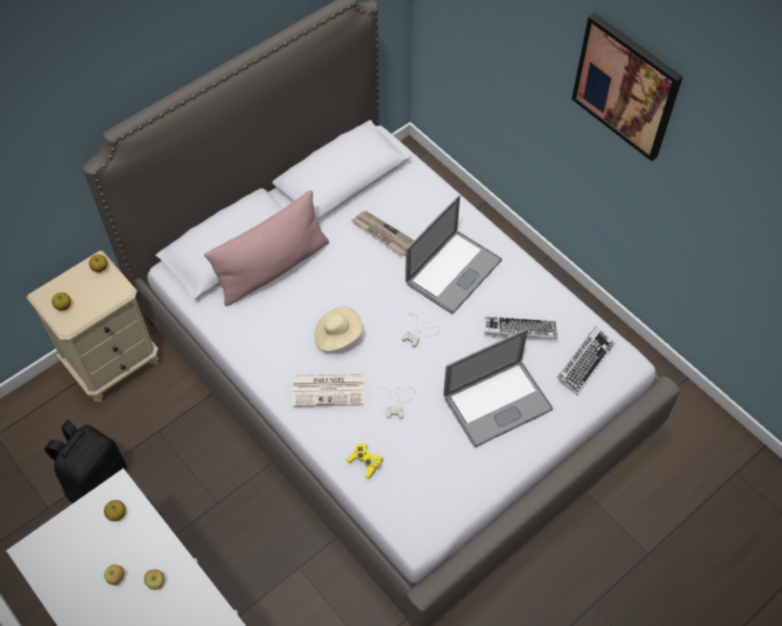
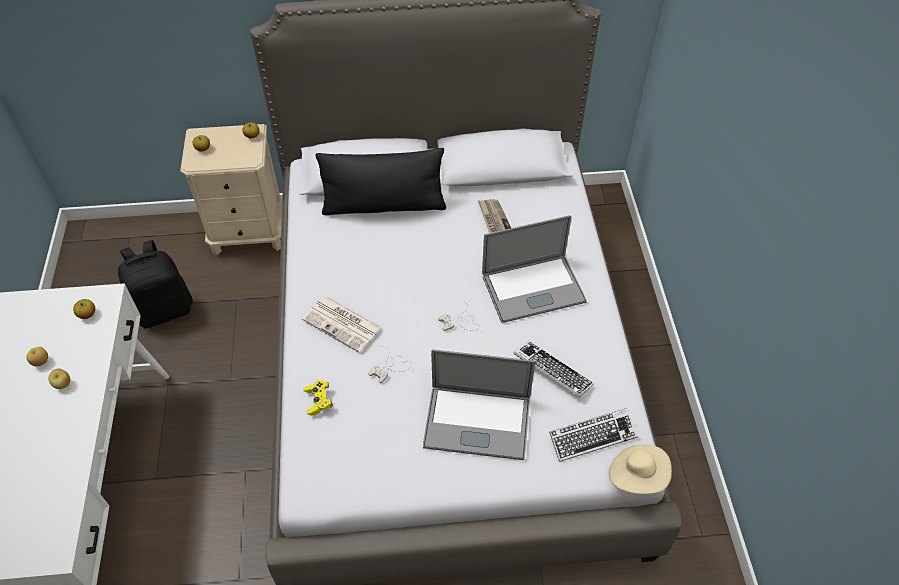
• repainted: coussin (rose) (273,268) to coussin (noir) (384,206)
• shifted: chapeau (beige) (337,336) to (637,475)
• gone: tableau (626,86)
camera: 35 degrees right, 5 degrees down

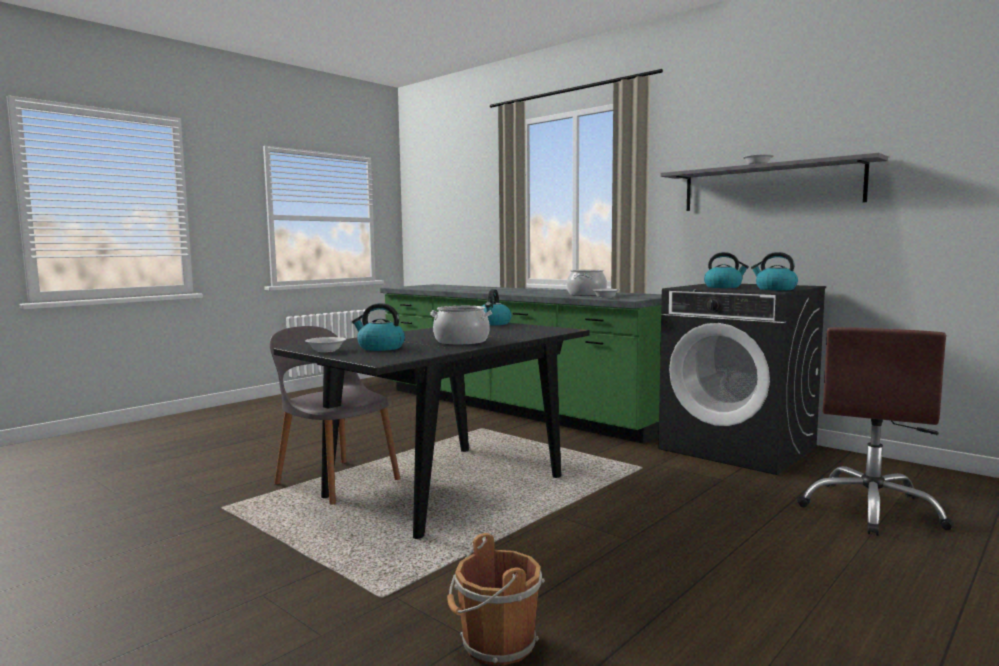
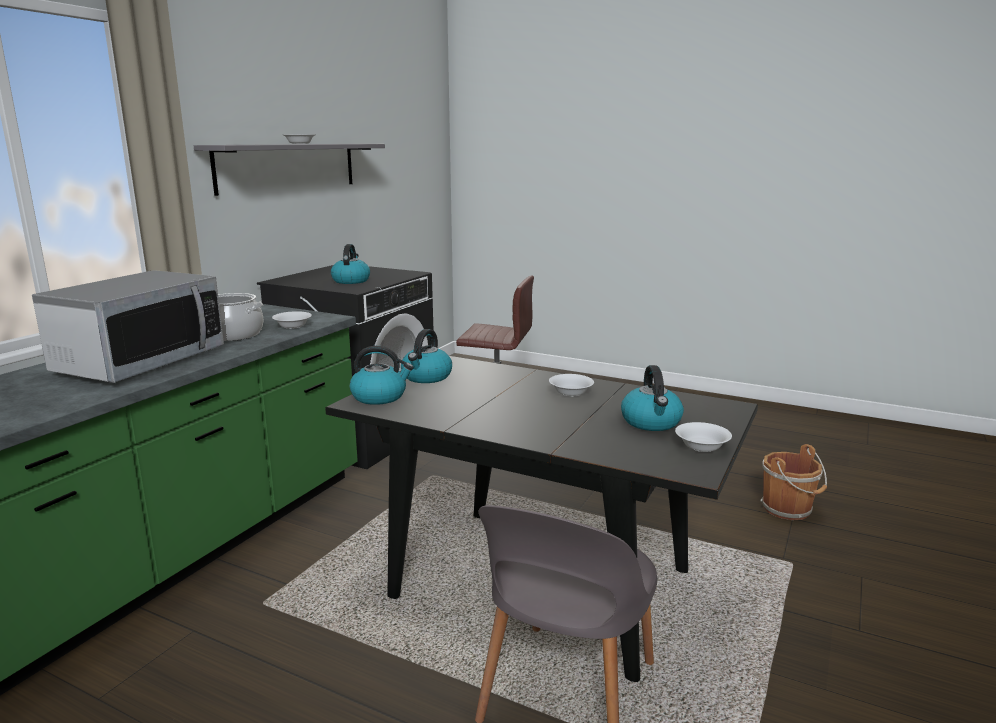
• swapped: marmite (461,341) to bol (blanc) (570,392)
• shifted: bouilloire (775,289) to (426,377)
• new: micro-ondes (141,362)
camera: 105 degrees left, 10 degrees up

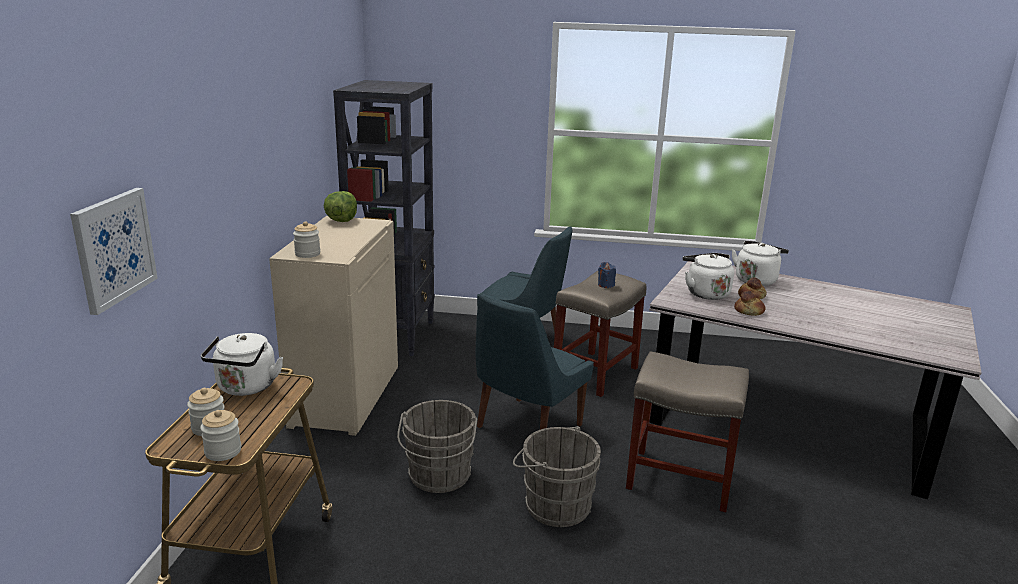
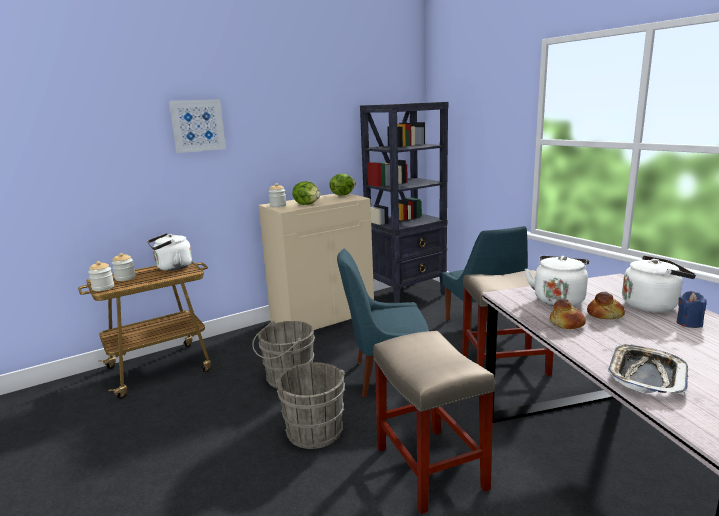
• shifted: tableau (114,248) to (197,125)
• shifted: bougie (bleu) (606,285) to (689,323)
• new: laitue (307,204)
• new: plateau (645,375)
camera: 50 degrees right, 5 degrees down

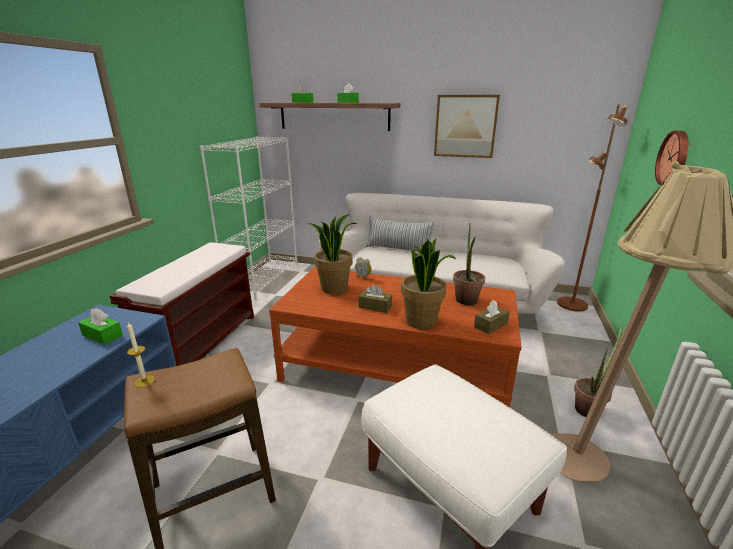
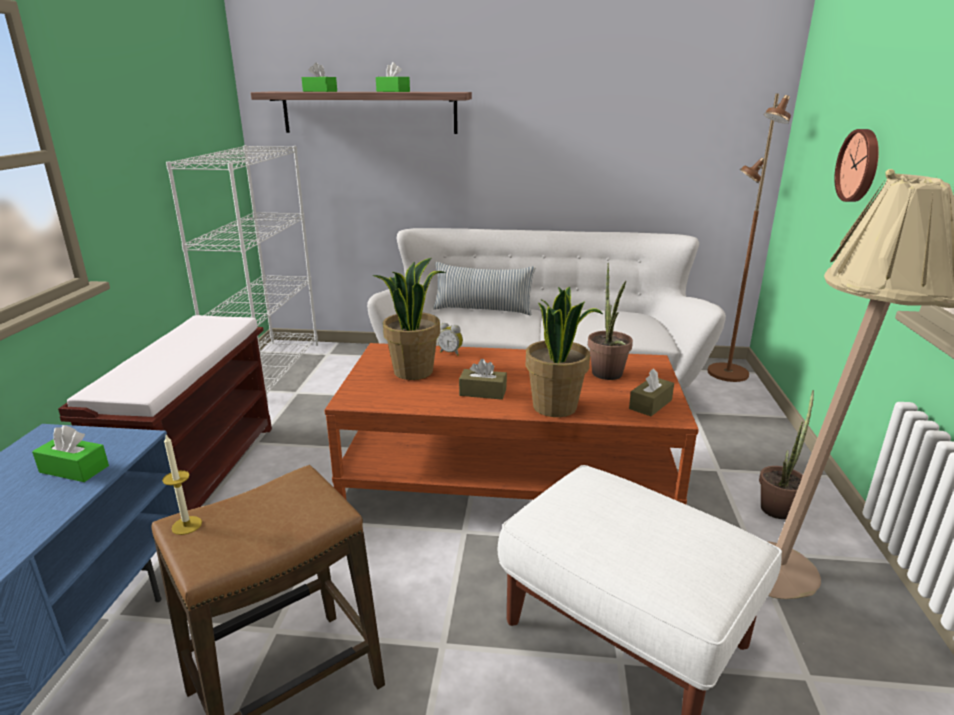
• gone: tableau (465,126)
camera: 10 degrees left, 0 degrees up

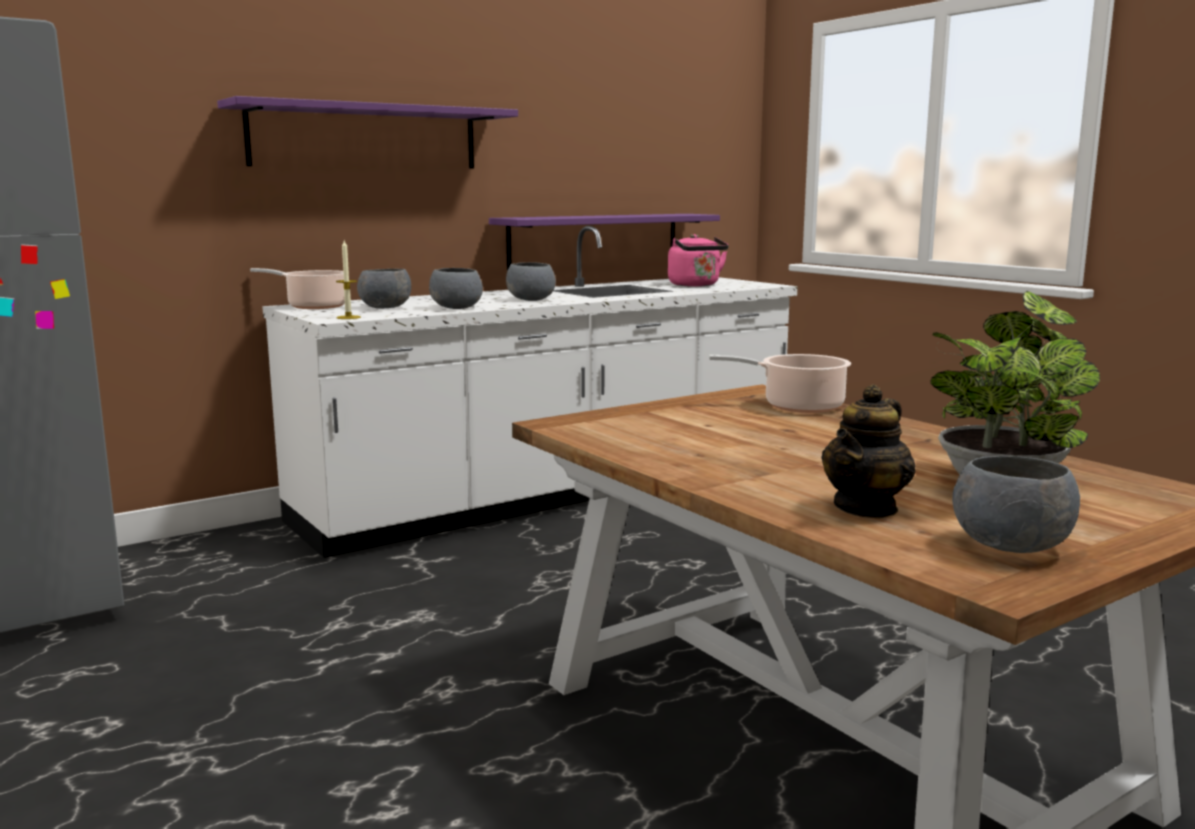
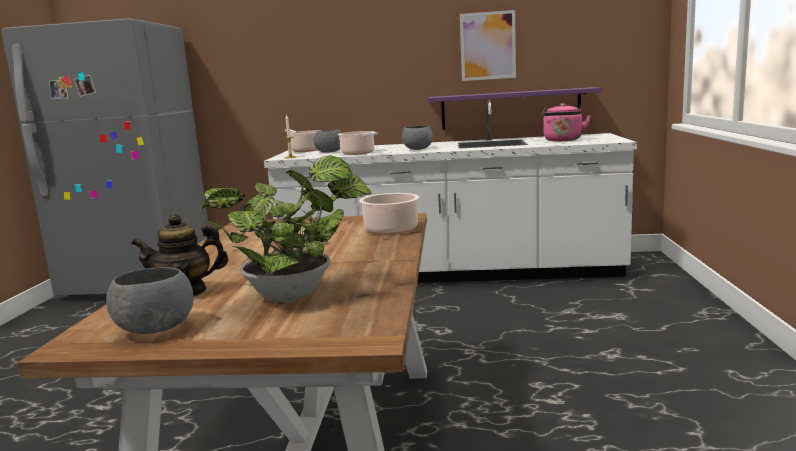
• gone: étagère (violet) (365,137)
• swapped: bol (gris) (456,308) to marmite (359,153)
• new: tableau (488,46)
camera: 40 degrees right, 0 degrees up

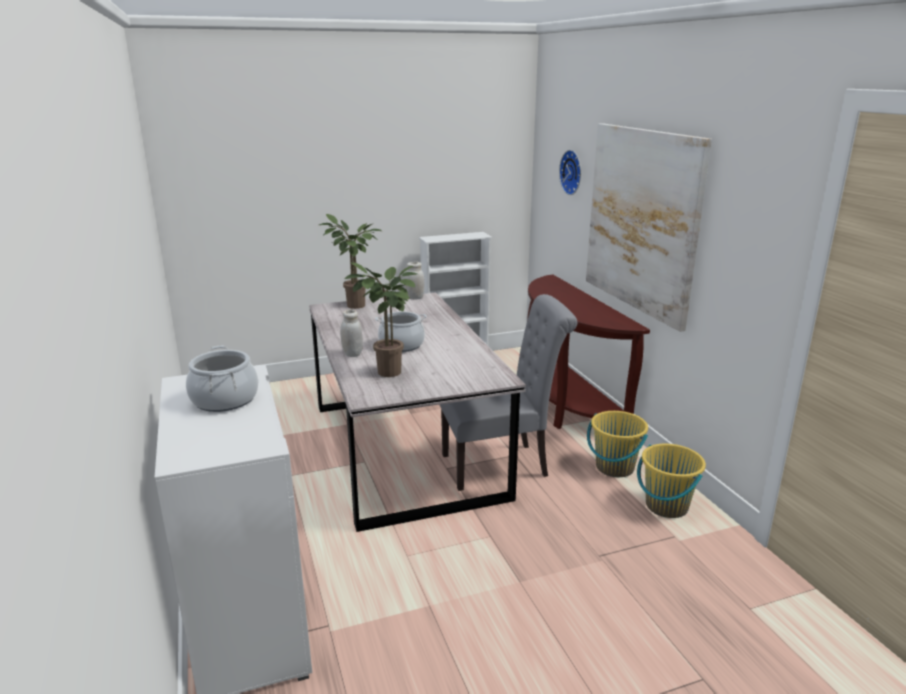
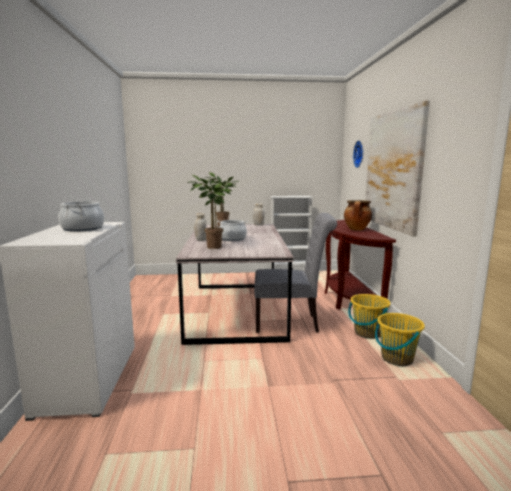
• new: marmite (357,229)
camera: 15 degrees right, 10 degrees down

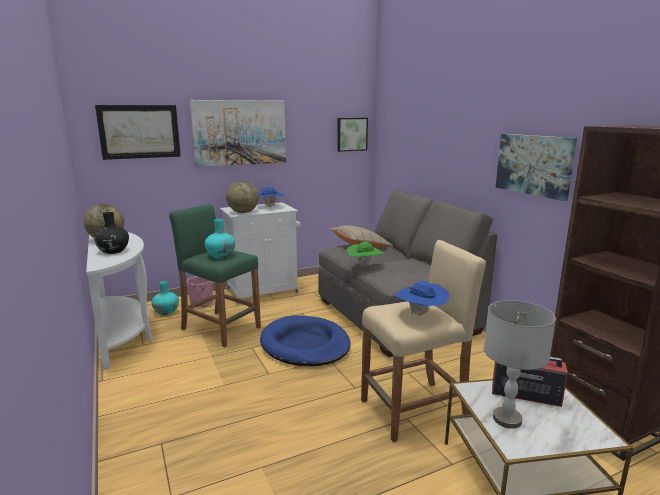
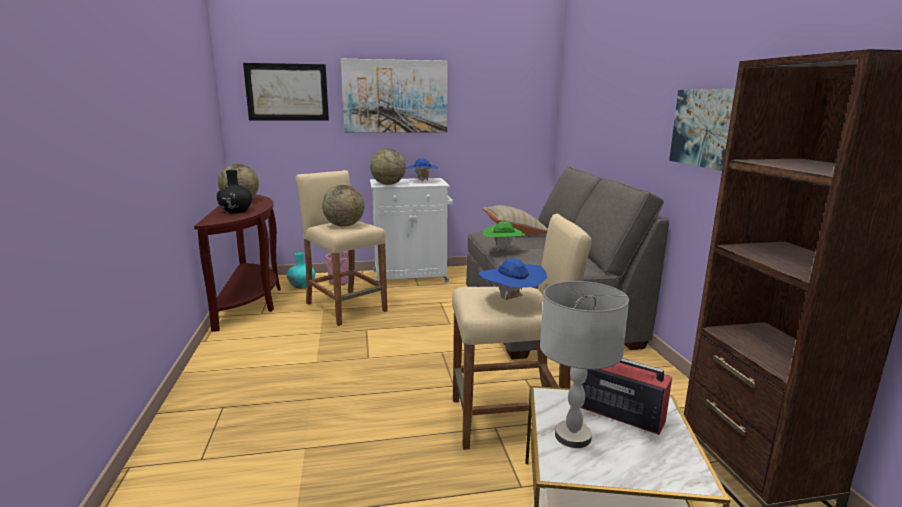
• repainted: table console (blanc) (124,333) to table console (marron) (250,301)
• repainted: tabouret (vert) (221,328) to tabouret (beige) (346,307)
• swapped: vase (turquoise) (221,255) to globe (344,225)
• gone: panier pour chien (bleu) (305,345)
• gone: tableau (351,134)
camera: 15 degrees right, 0 degrees up

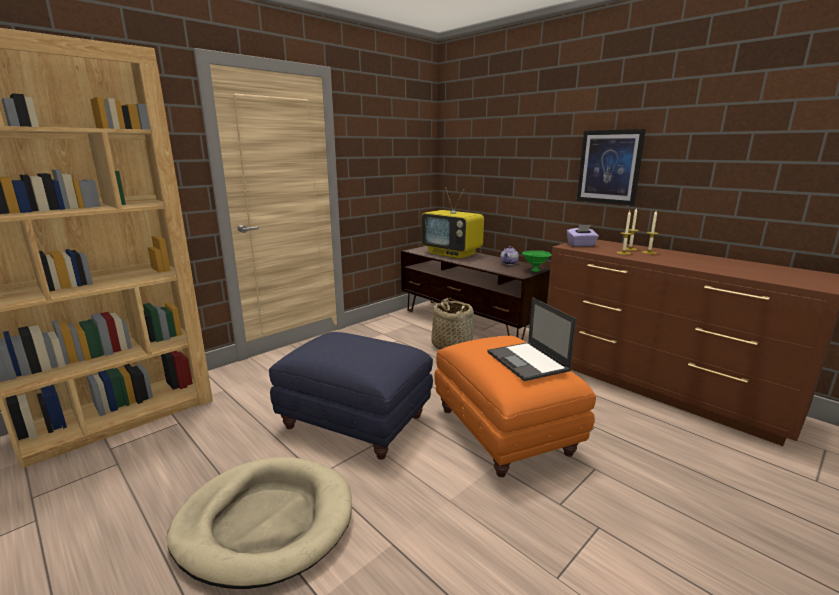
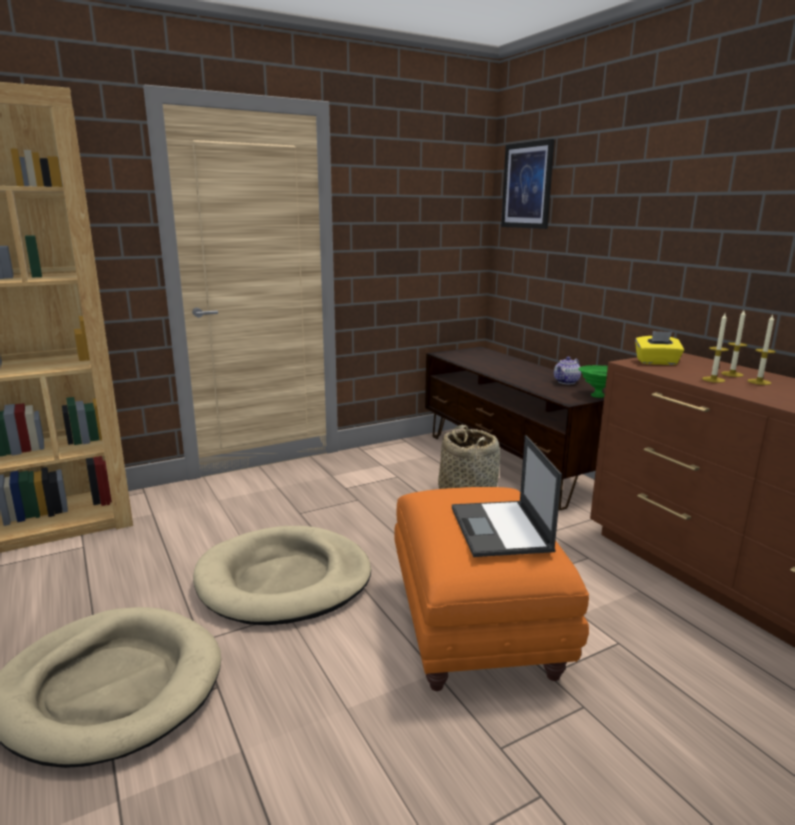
• swapped: pouf (bleu) (356,423) to panier pour chien (beige) (284,580)
• gone: téléviseur (452,253)
• repainted: boîte à mouchoirs (violet) (581,245) to boîte à mouchoirs (jaune) (656,362)
• shifted: tableau (609,167) to (527,185)
camera: 15 degrees right, 0 degrees up

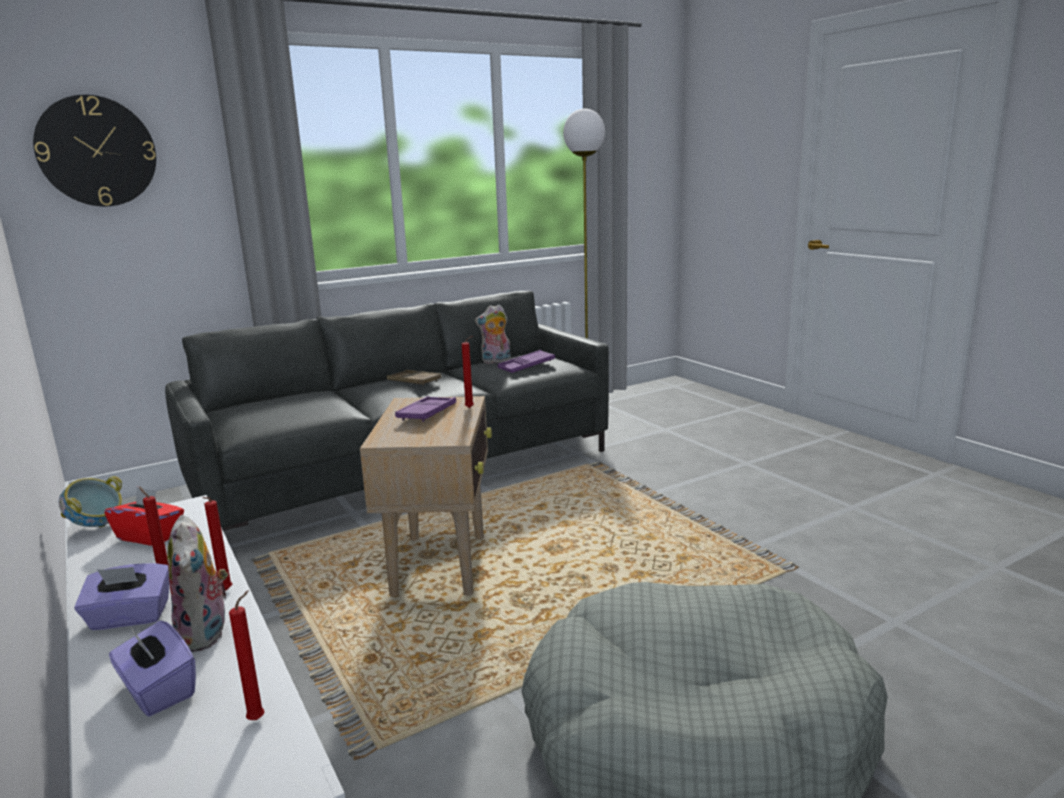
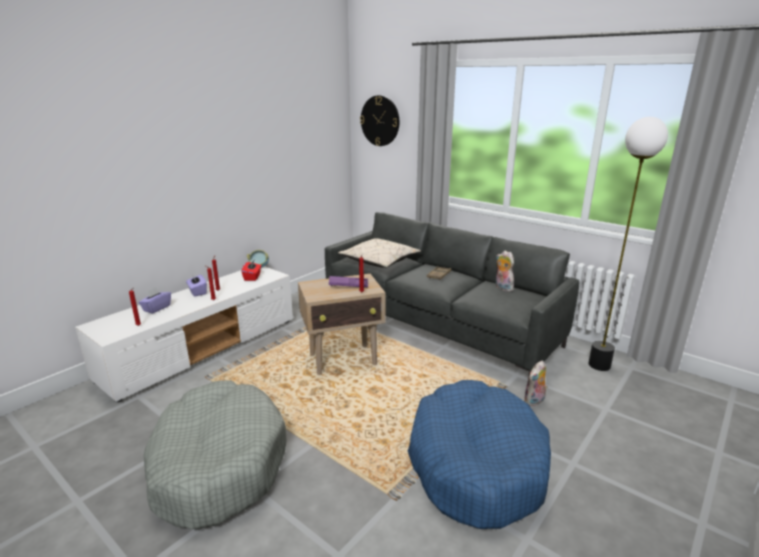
• shifted: peluche (206,634) to (534,401)
• gone: plateau (violet) (526,366)
• new: coussin (beige) (379,262)
• new: panier pour chien (bleu) (475,464)
camera: 70 degrees right, 5 degrees up

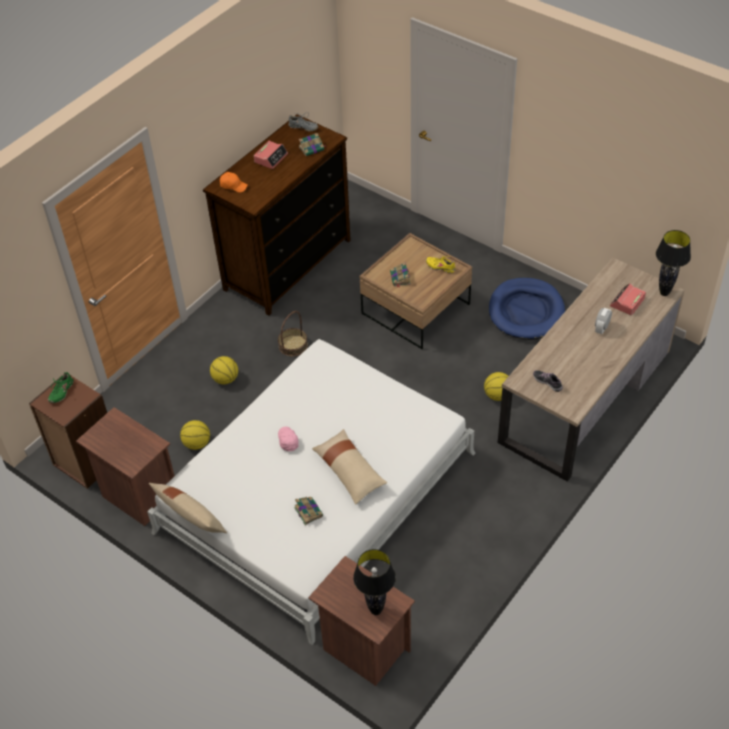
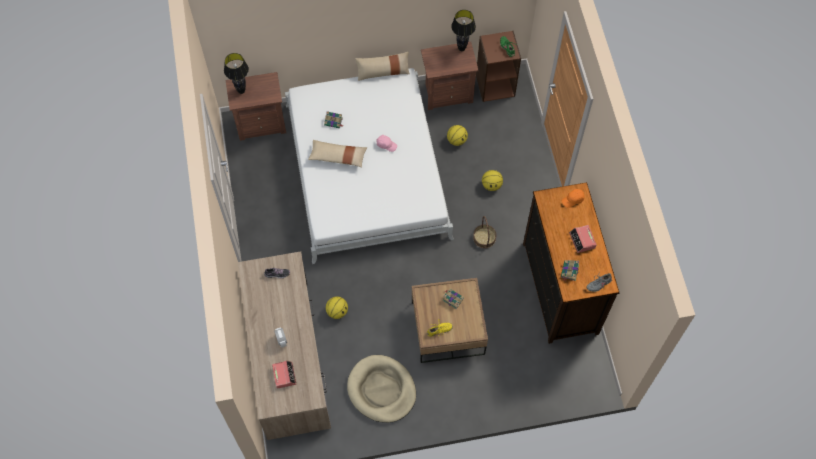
• repainted: panier pour chien (bleu) (526,311) to panier pour chien (beige) (381,390)
• shifted: lampe de table (noir) (664,293) to (462,49)
camera: 130 degrees right, 15 degrees up

